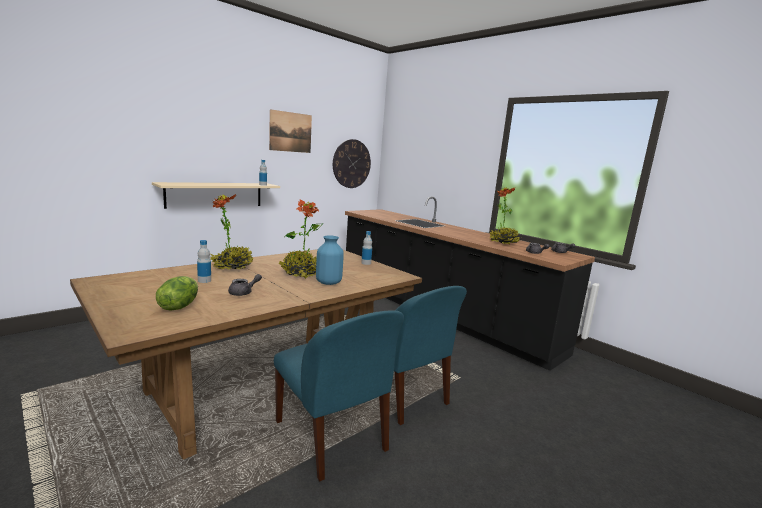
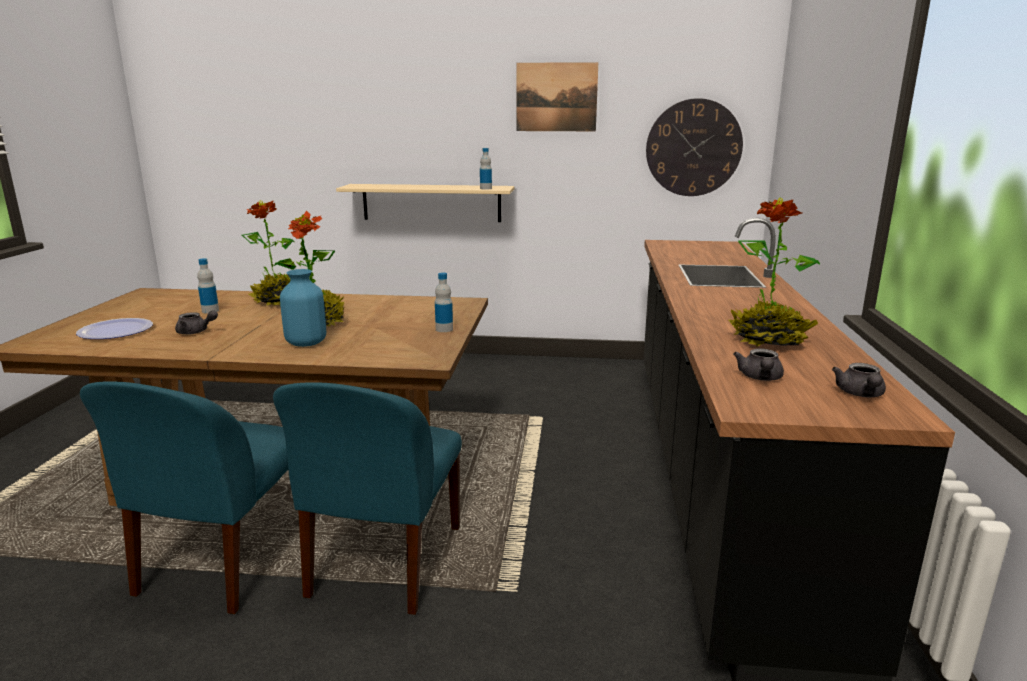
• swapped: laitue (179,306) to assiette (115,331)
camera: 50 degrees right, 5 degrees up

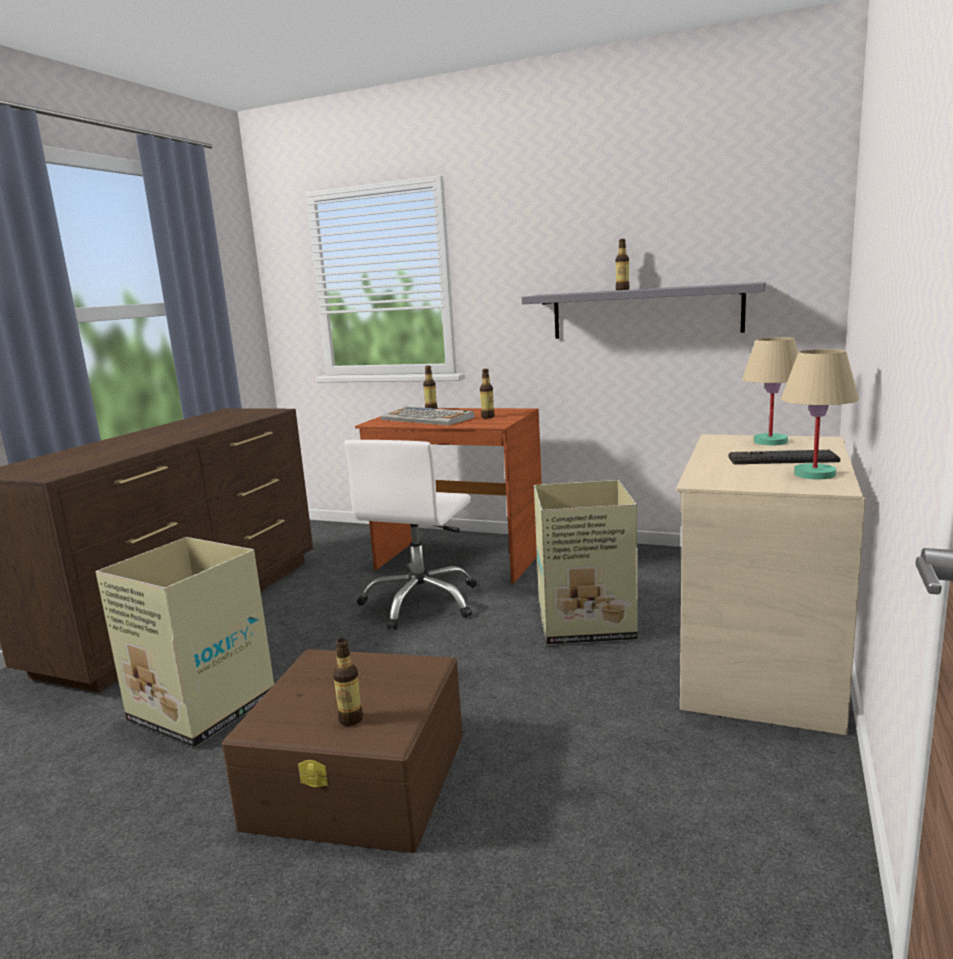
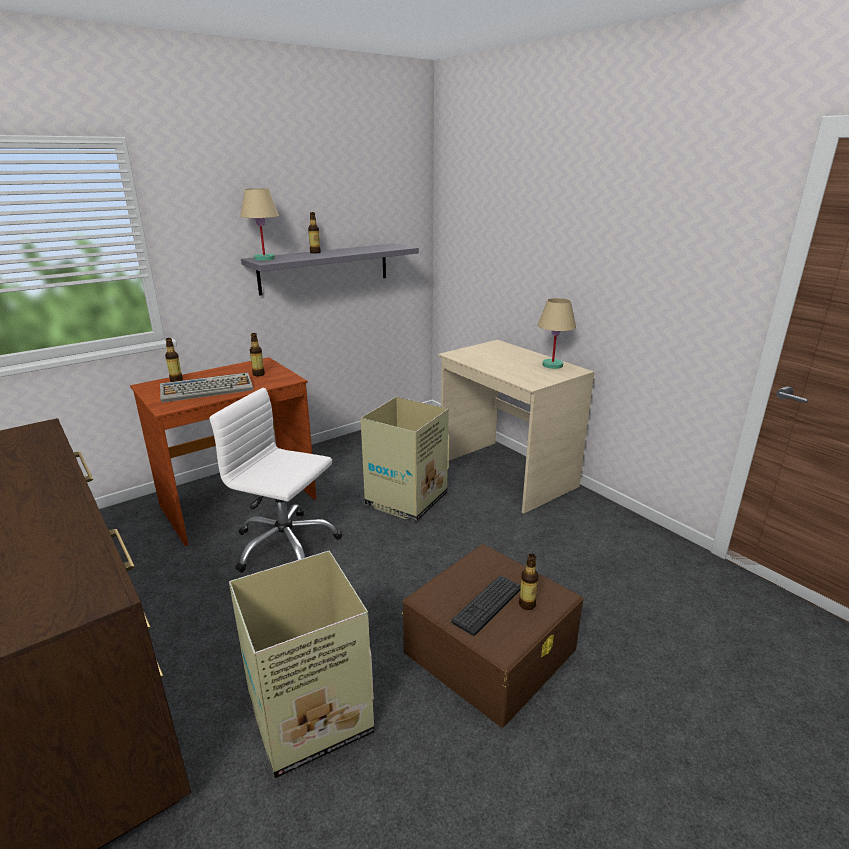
• rotated: chaise de bureau (blanc) (421,602) = (285,545) 150 degrees clockwise
• shifted: clavier (782,459) to (487,605)
• shifted: lampe de table (beige) (771,442) to (265,258)
camera: 60 degrees left, 10 degrees up

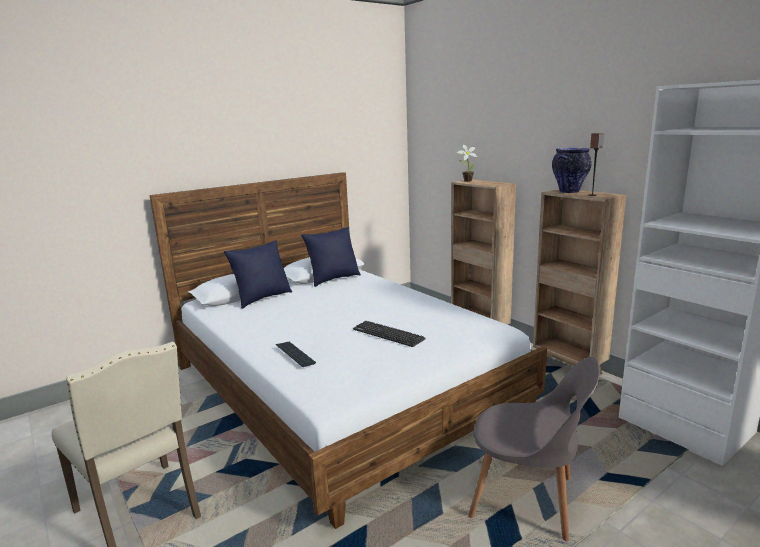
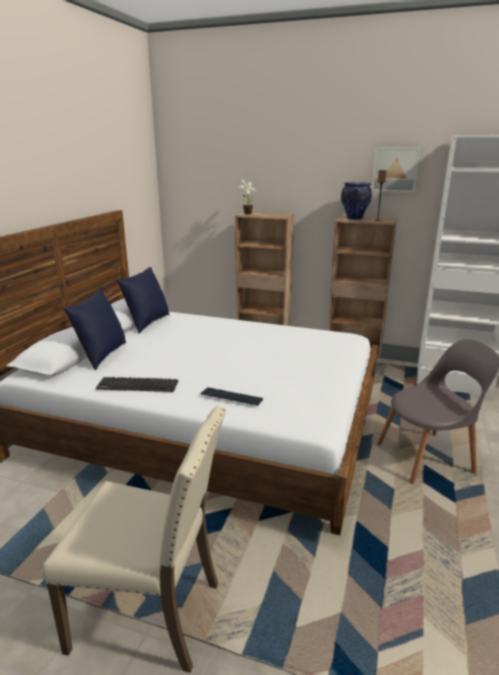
• shifted: clavier (388,334) to (137,385)
• new: tableau (395,169)
camera: 35 degrees left, 5 degrees up

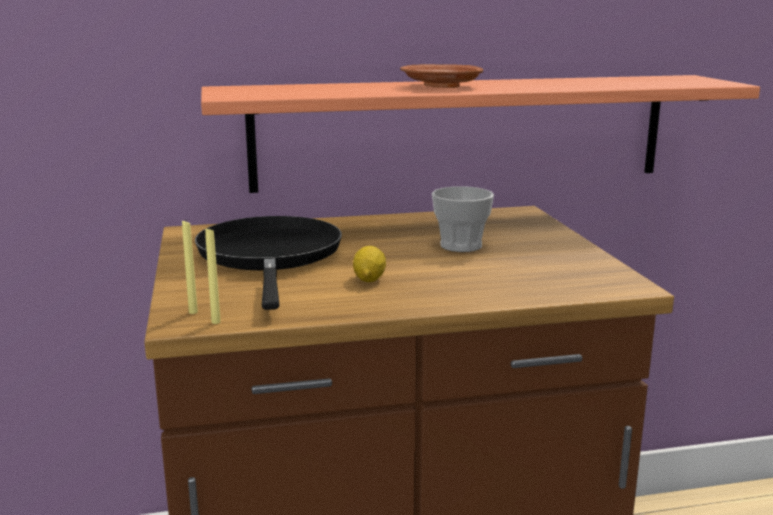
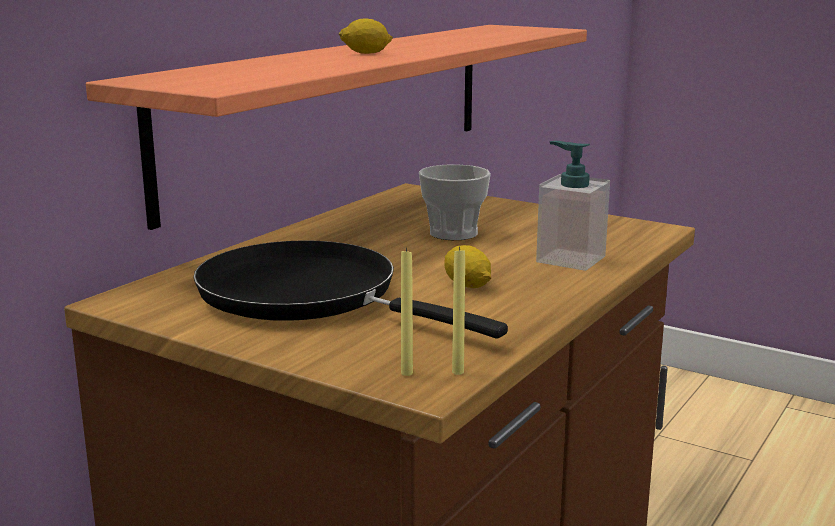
• swapped: assiette (marron) (441,86) to citron (366,53)
• new: distributeur de savon (570,259)
camera: 45 degrees left, 0 degrees up

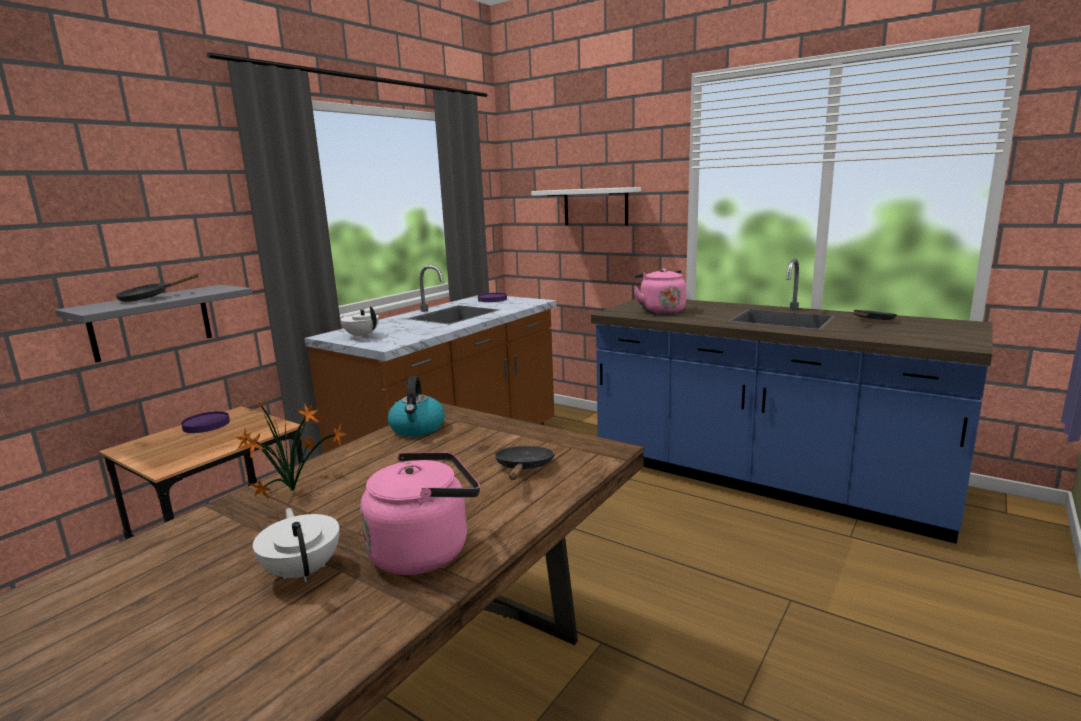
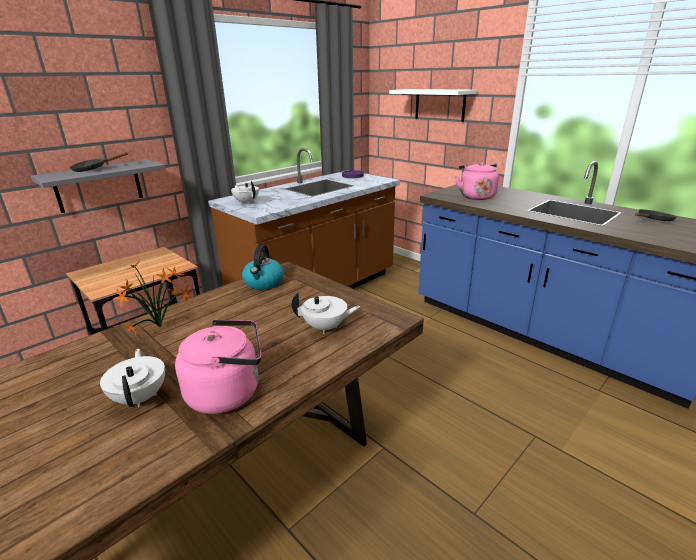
• gone: assiette (violet) (206,425)
• swapped: poêle (noir) (524,468) to théière (blanc) (325,327)
camera: 10 degrees right, 10 degrees up

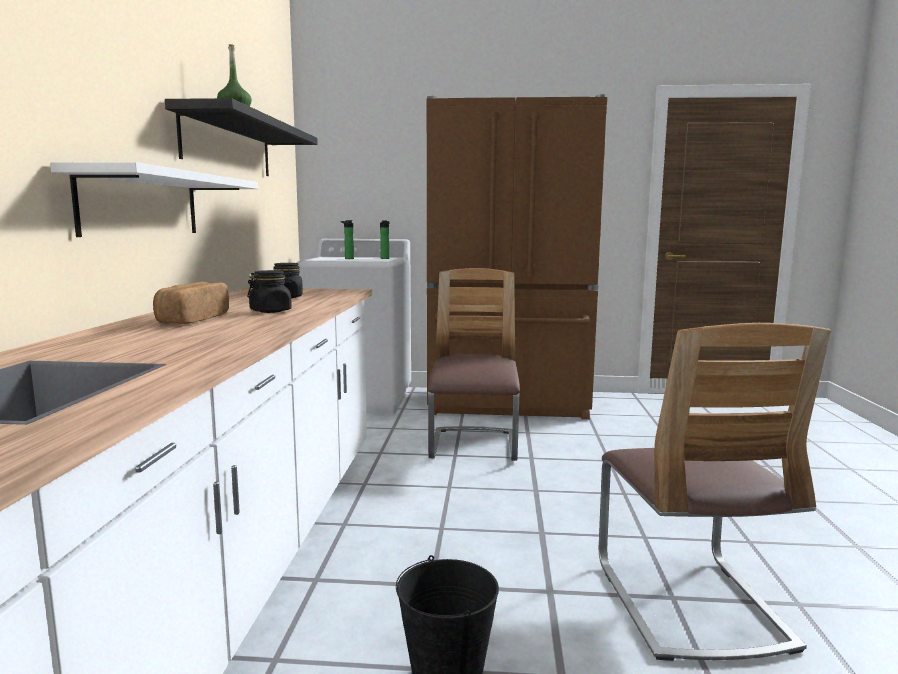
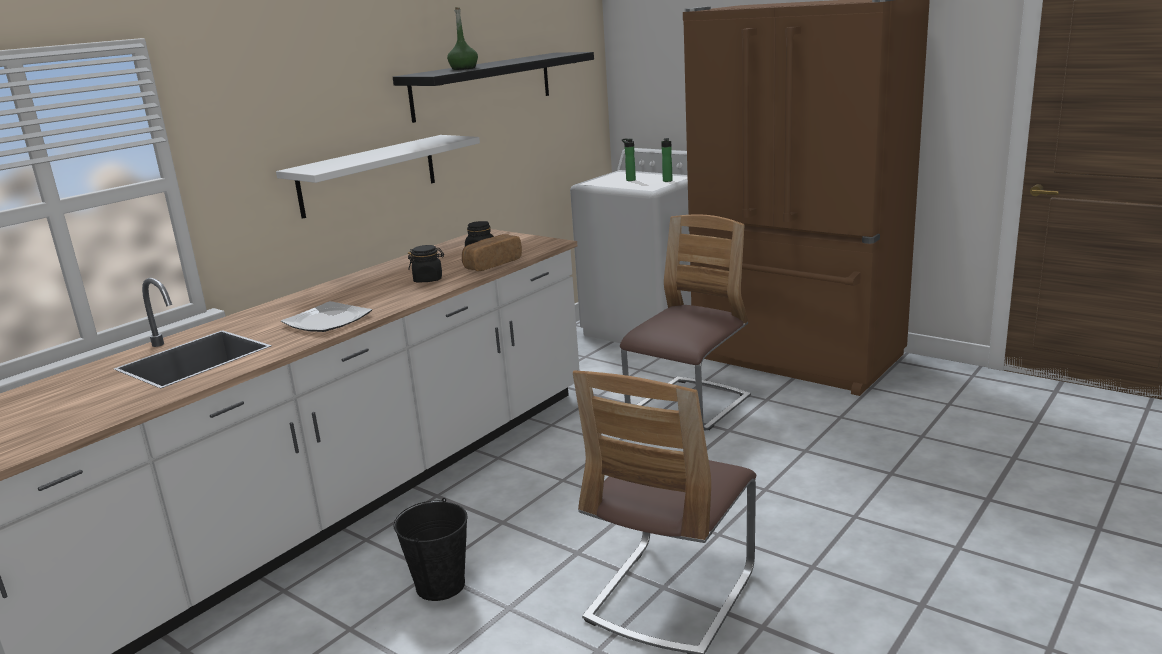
• shifted: pain (192,319) to (492,264)
• new: assiette (328,320)
camera: 35 degrees right, 10 degrees up

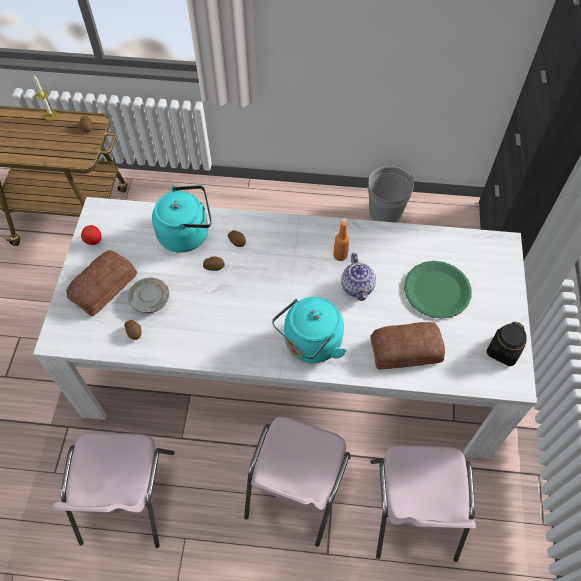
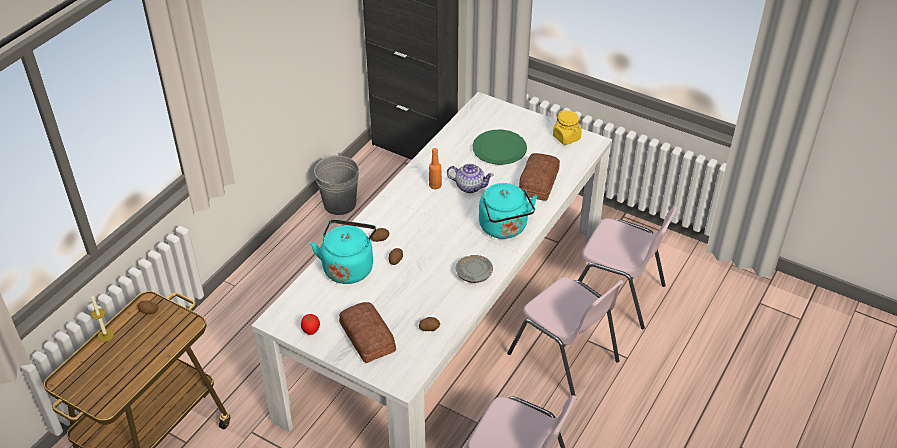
• shifted: assiette (gris) (150,299) to (474,274)
• repainted: bocal (noir) (503,351) to bocal (jaune) (566,137)
camera: 65 degrees left, 15 degrees down

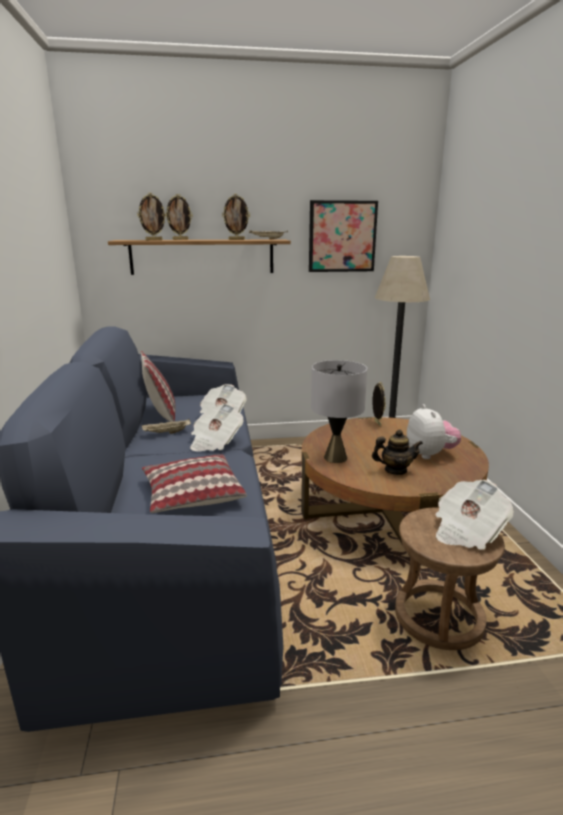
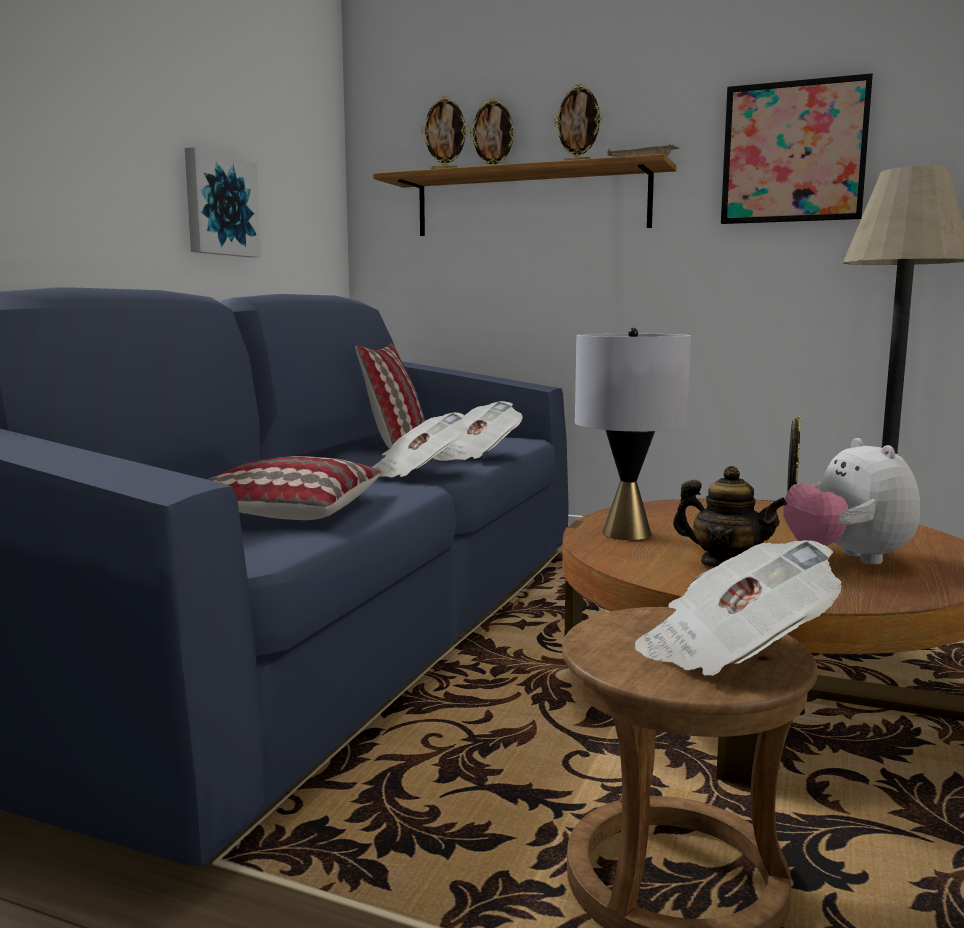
• gone: plateau (beige) (166,433)
• rotated: peluche (430,454) = (847,559) 150 degrees clockwise
• new: tableau (220,206)
camera: 30 degrees right, 10 degrees down

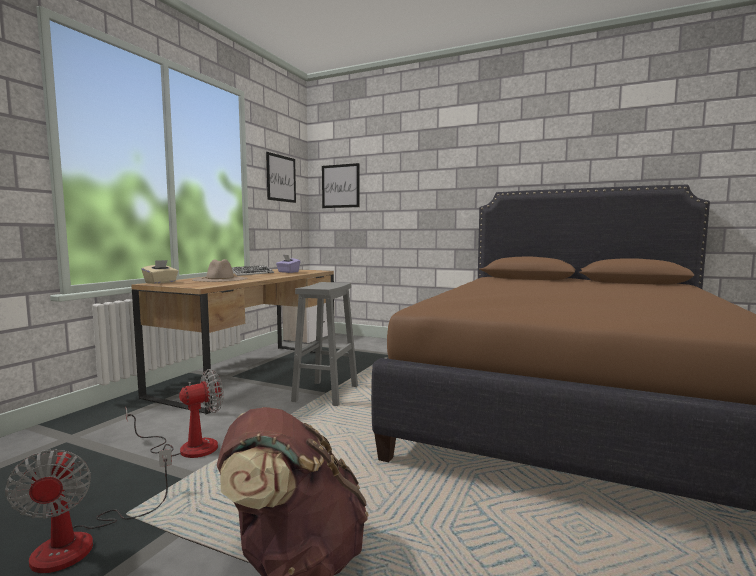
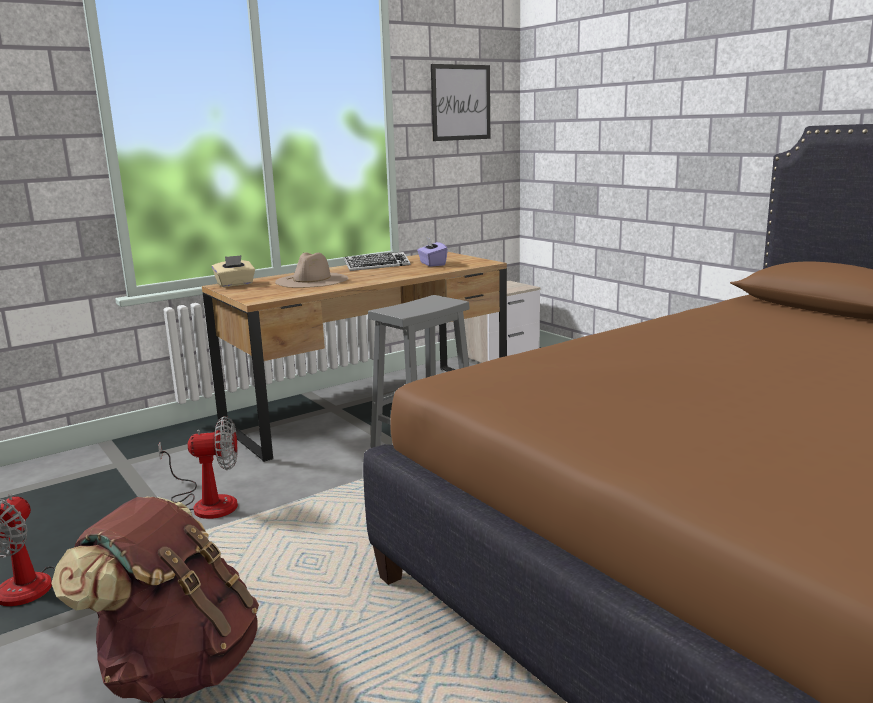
• gone: tableau (340,186)
camera: 30 degrees right, 10 degrees up

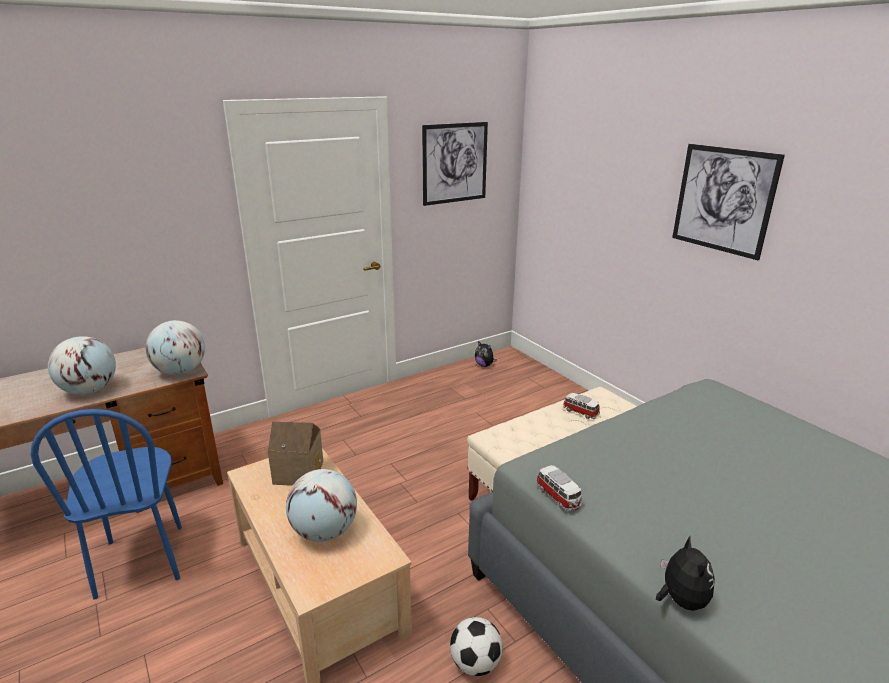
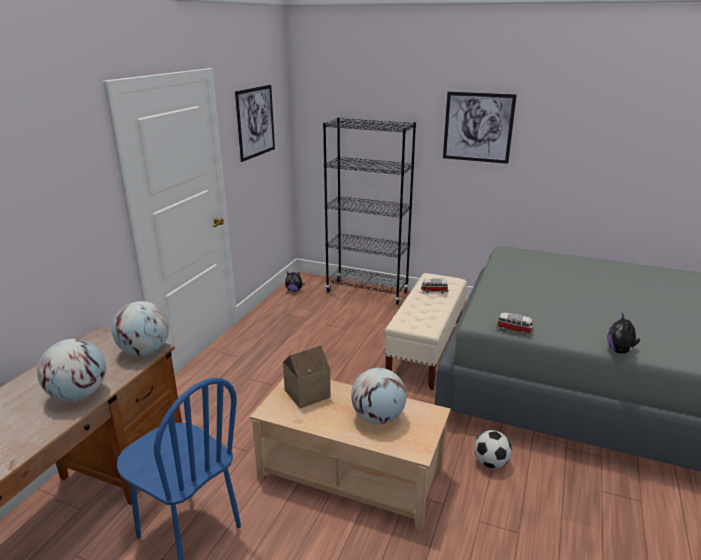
• rotated: peluche (680,600) = (620,351) 135 degrees counterclockwise
• new: bibliothèque (noir) (367,292)
camera: 35 degrees left, 0 degrees up

